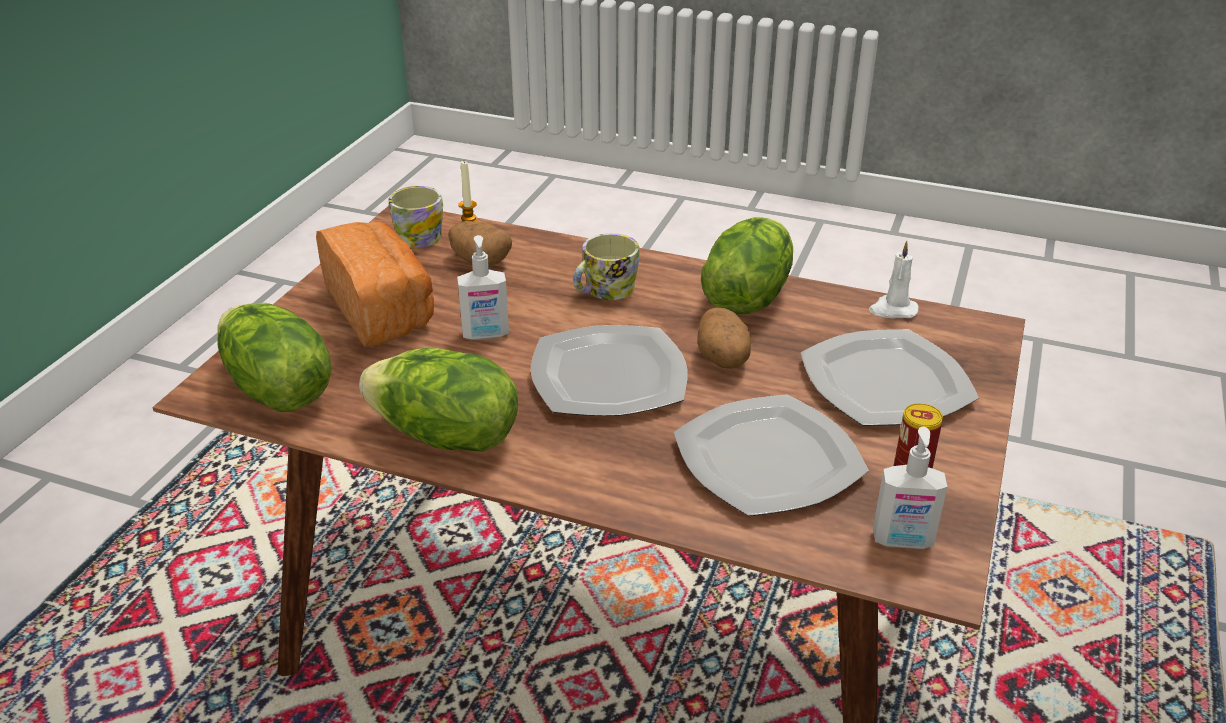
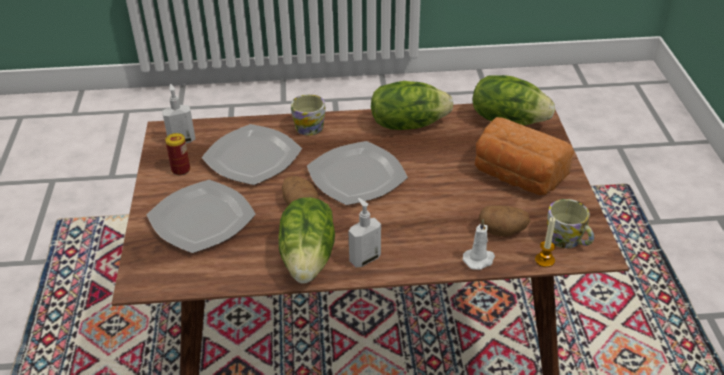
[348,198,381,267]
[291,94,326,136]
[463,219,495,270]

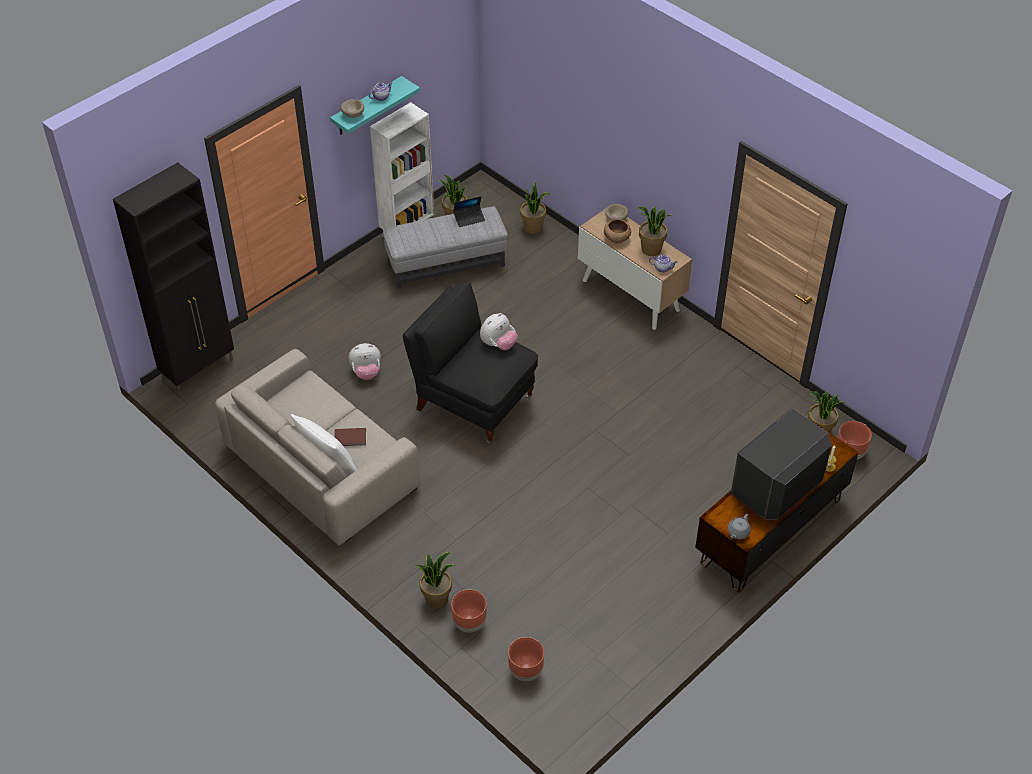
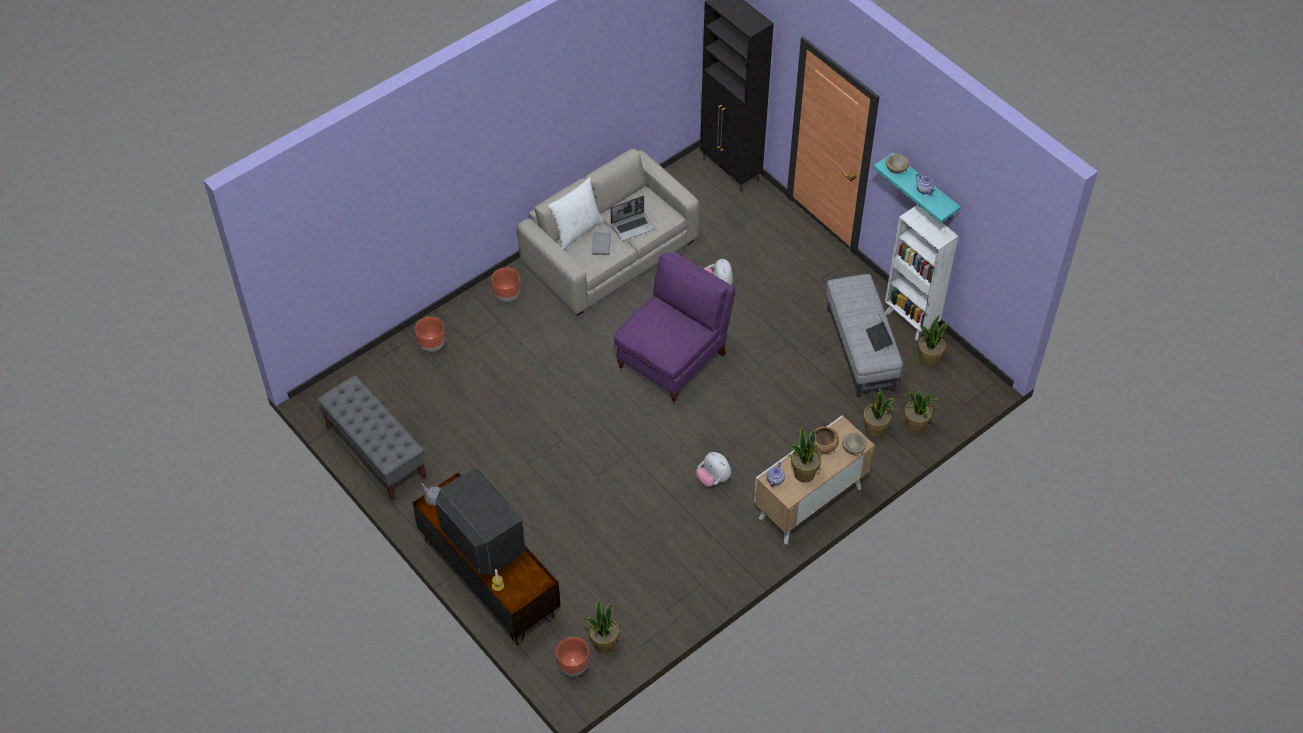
[317,375,427,501]
[611,196,655,241]
[863,386,897,438]
[696,452,731,487]
[491,267,520,302]
[592,232,611,255]
[614,252,735,404]

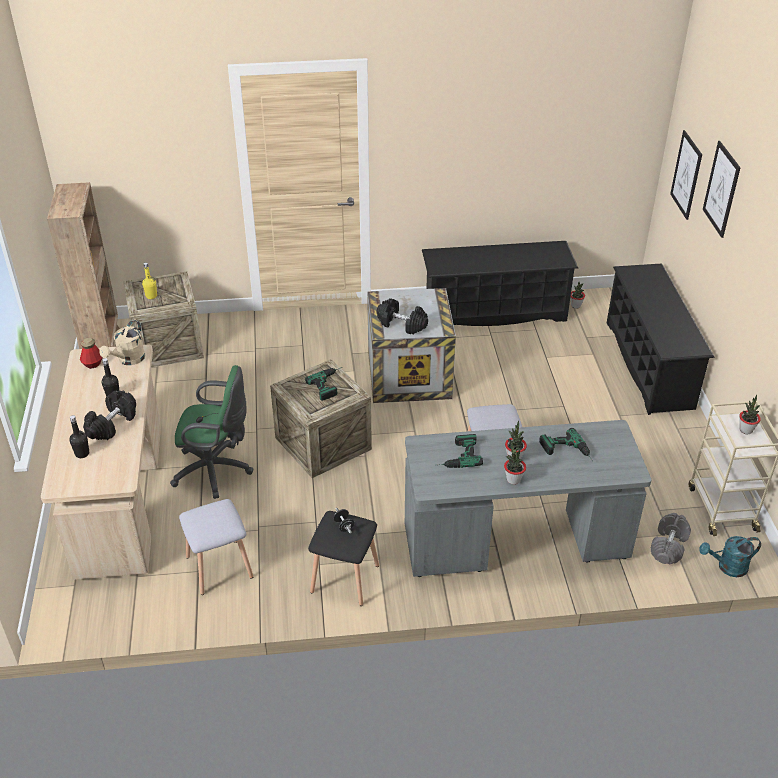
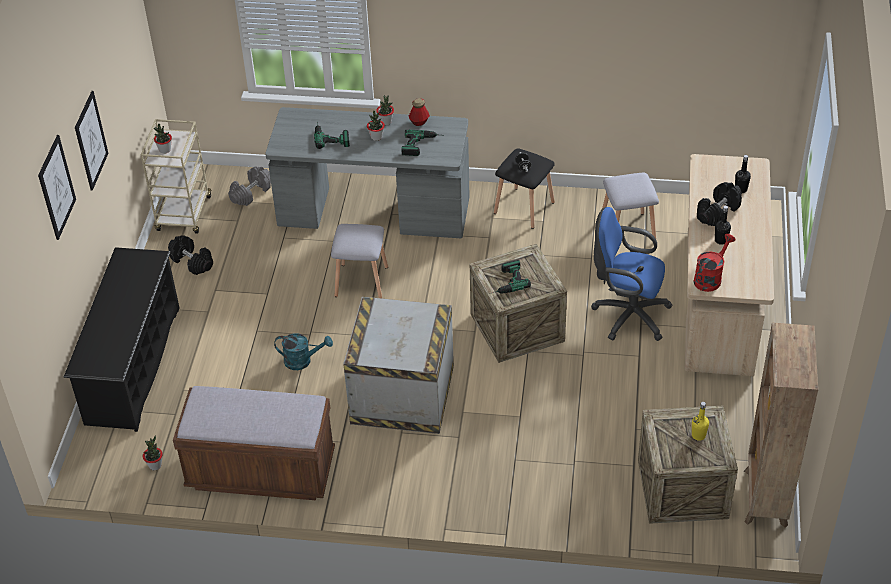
[409,98,430,126]
[168,235,213,275]
[75,91,108,191]
[274,333,333,370]
[173,386,335,500]
[693,234,735,292]
[591,207,672,341]

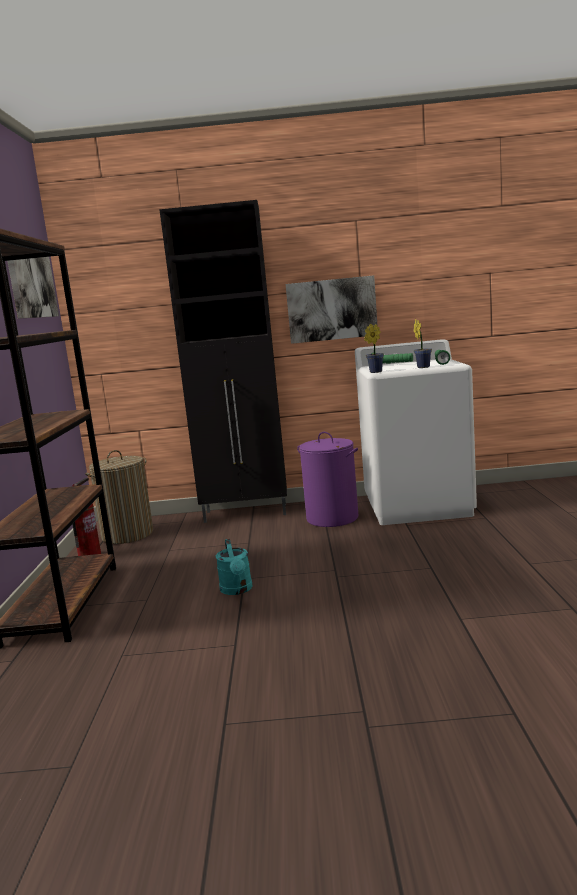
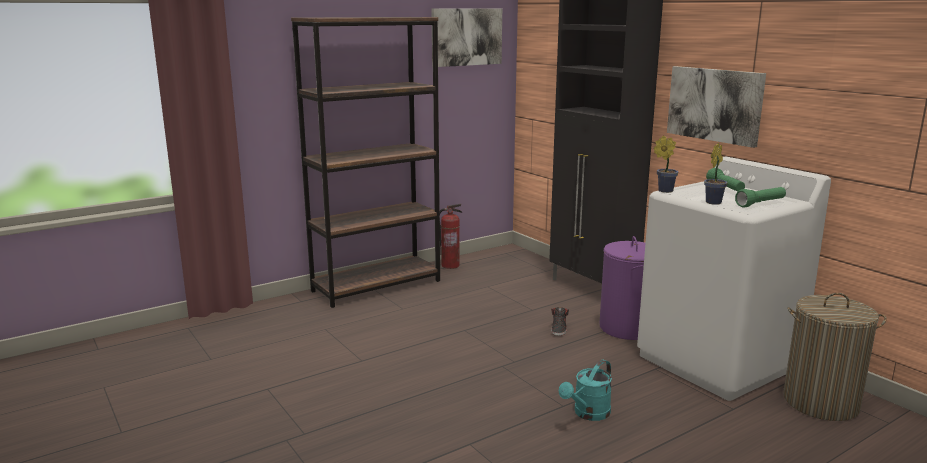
[551,307,569,336]
[783,293,886,421]
[559,360,612,421]

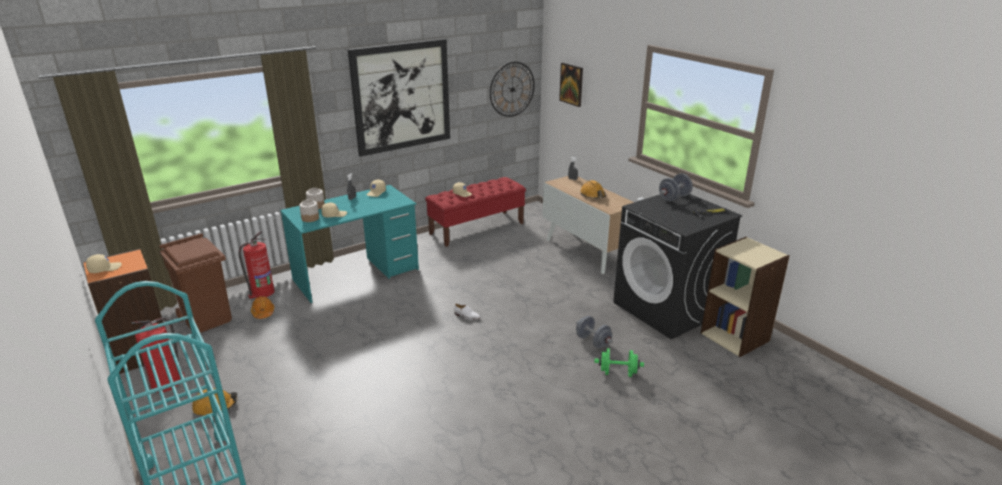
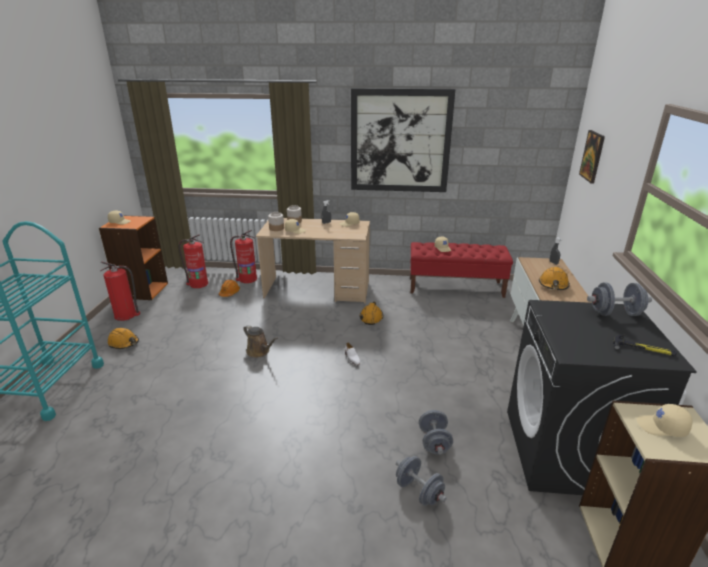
[490,62,535,117] (first image)
[243,325,278,358]
[359,302,383,325]
[636,404,692,437]
[179,234,208,288]
[256,218,370,303]
[396,456,447,506]

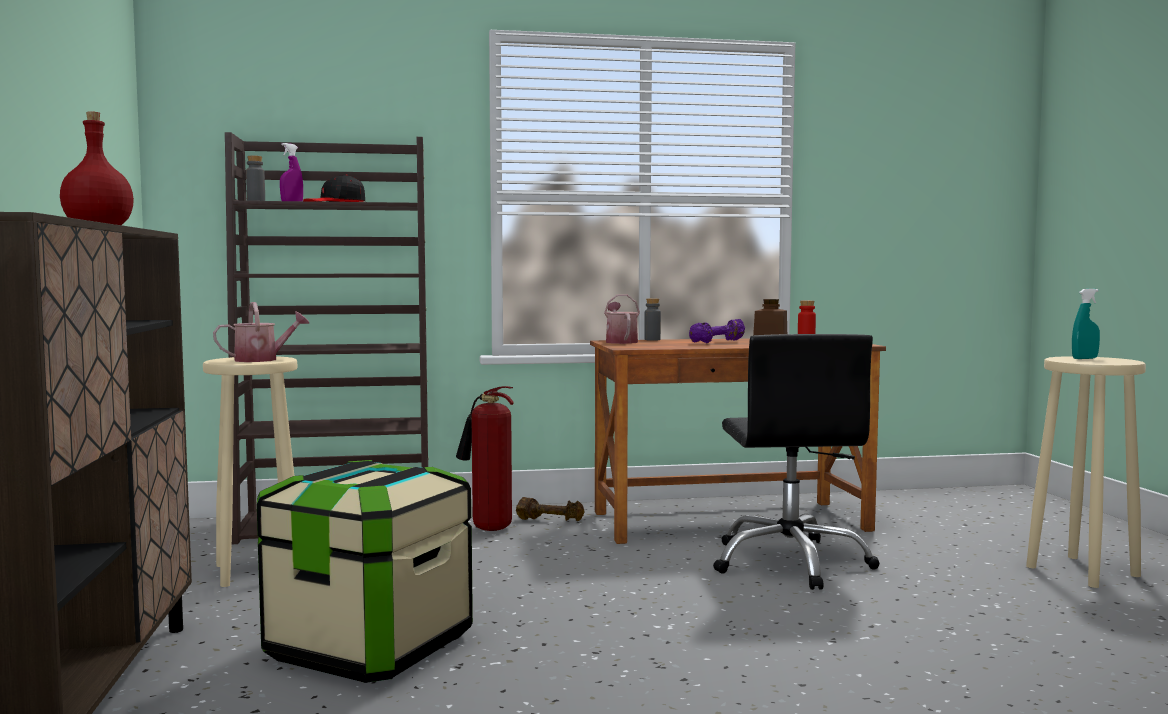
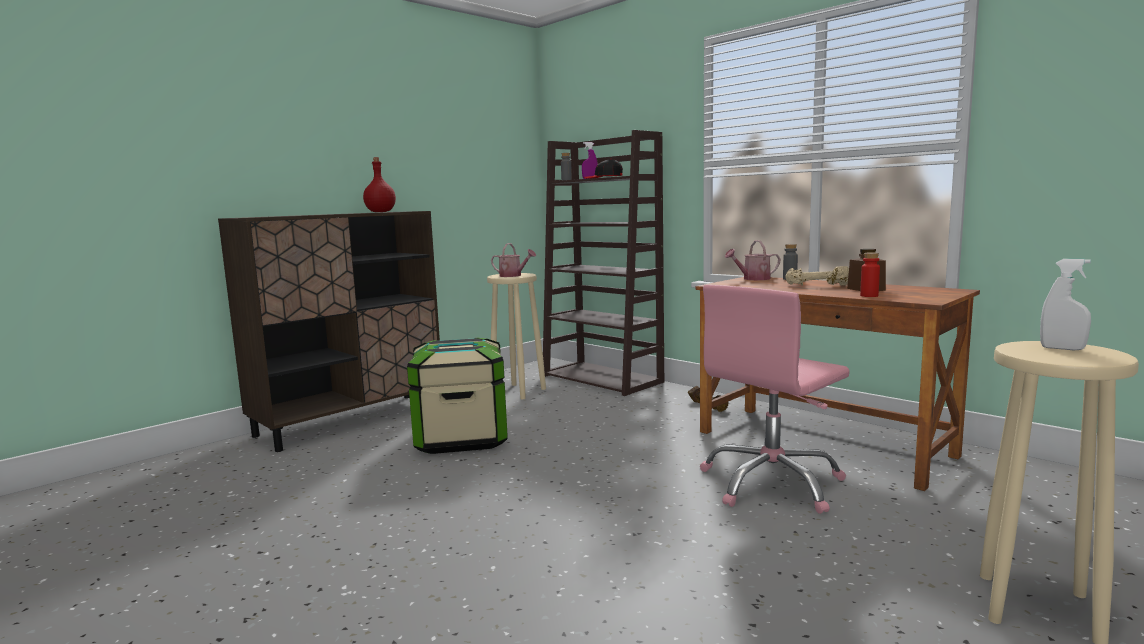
[456,386,514,531] (first image)
[785,266,849,286]
[700,285,850,514]
[1040,259,1091,350]
[725,240,781,280]

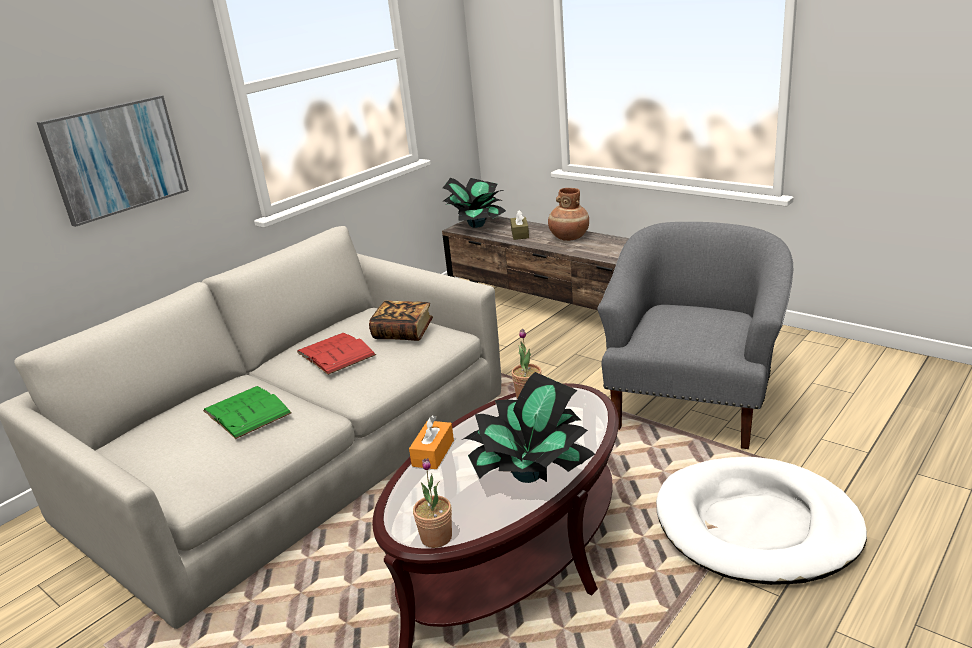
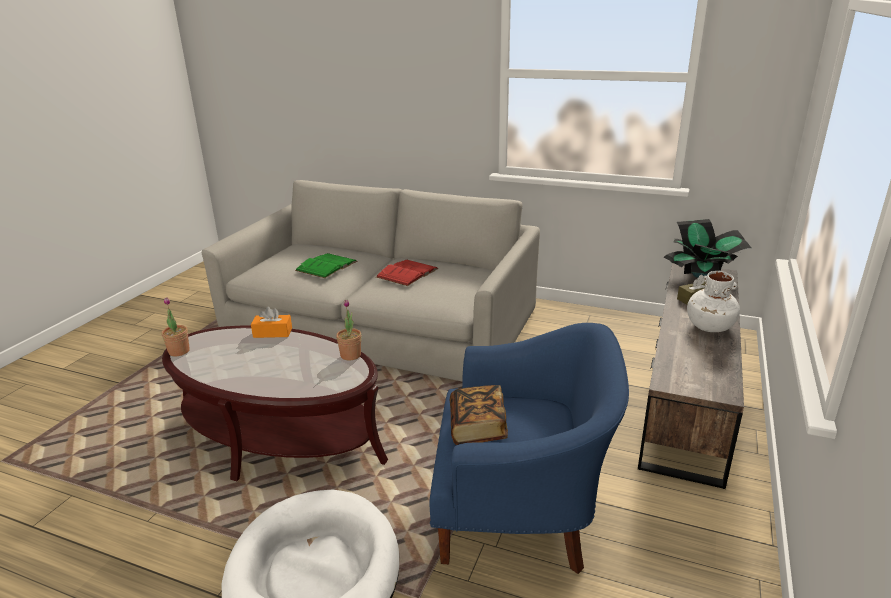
[37,95,189,227] (first image)
[462,372,595,483] (first image)
[450,385,508,445]
[687,271,740,332]
[429,323,629,574]

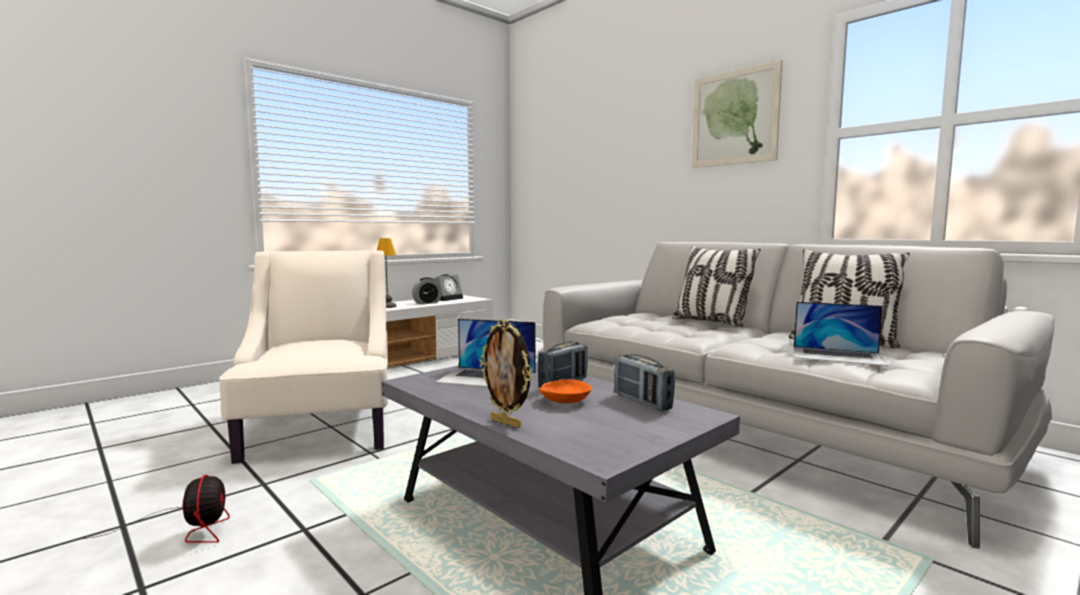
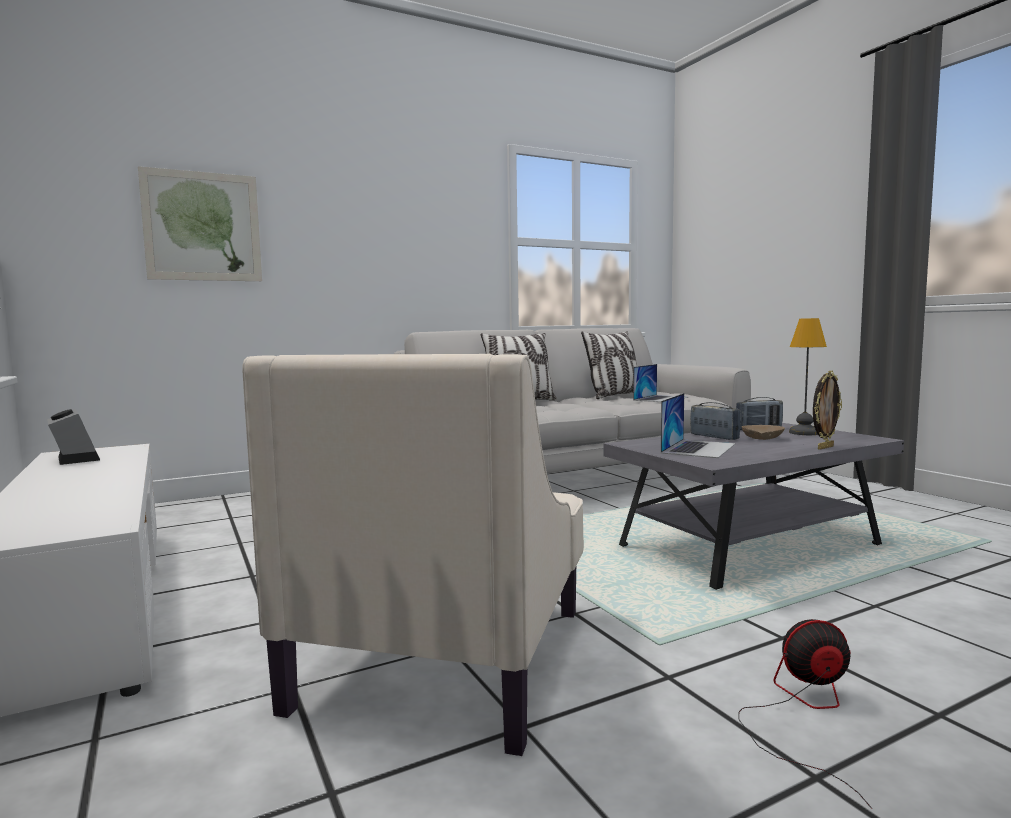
[412,277,442,304] (first image)
[789,318,827,435]
[138,166,262,281]
[742,425,785,440]
[242,354,584,756]

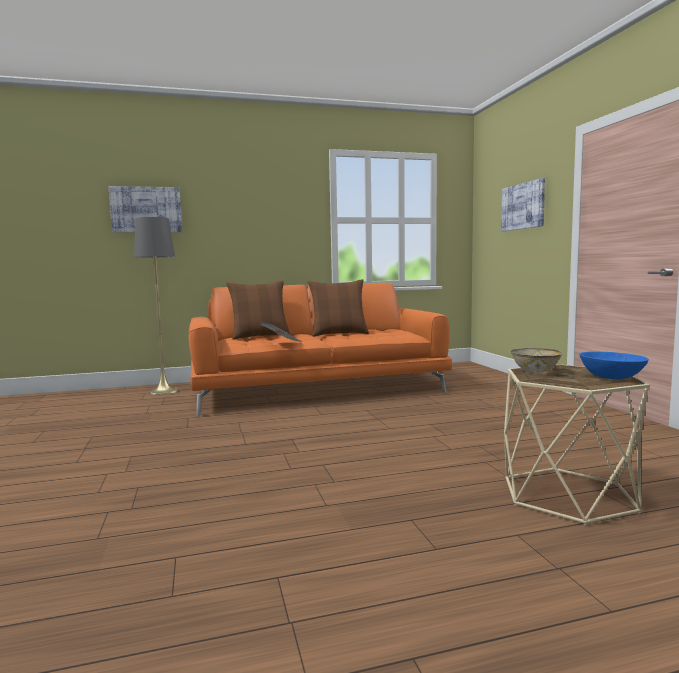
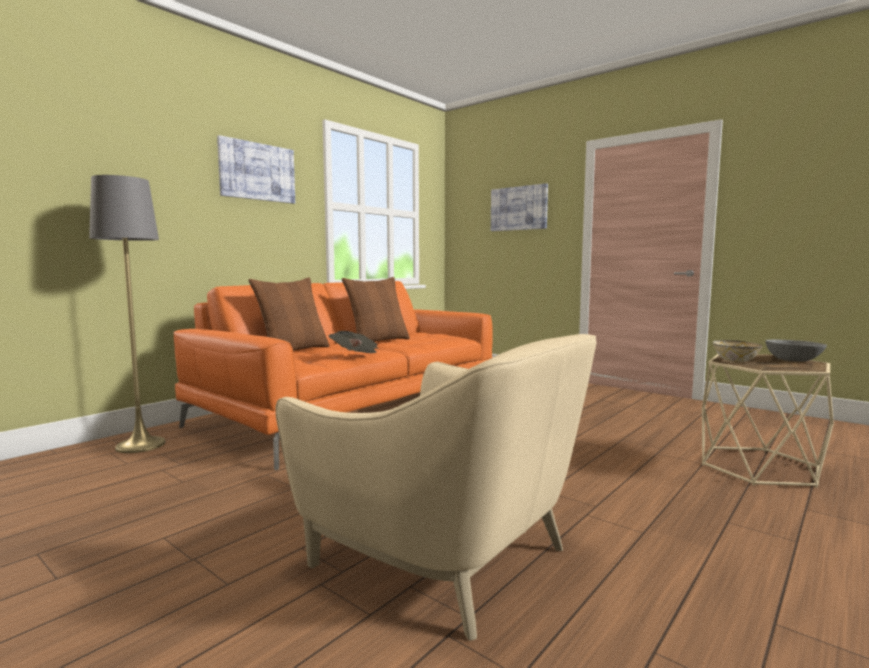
[275,334,596,641]
[217,135,295,204]
[765,339,827,362]

